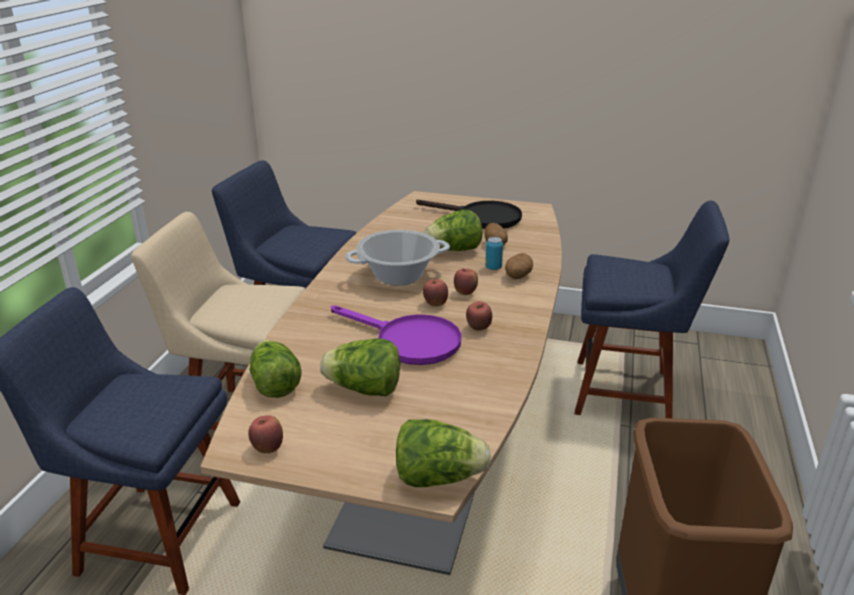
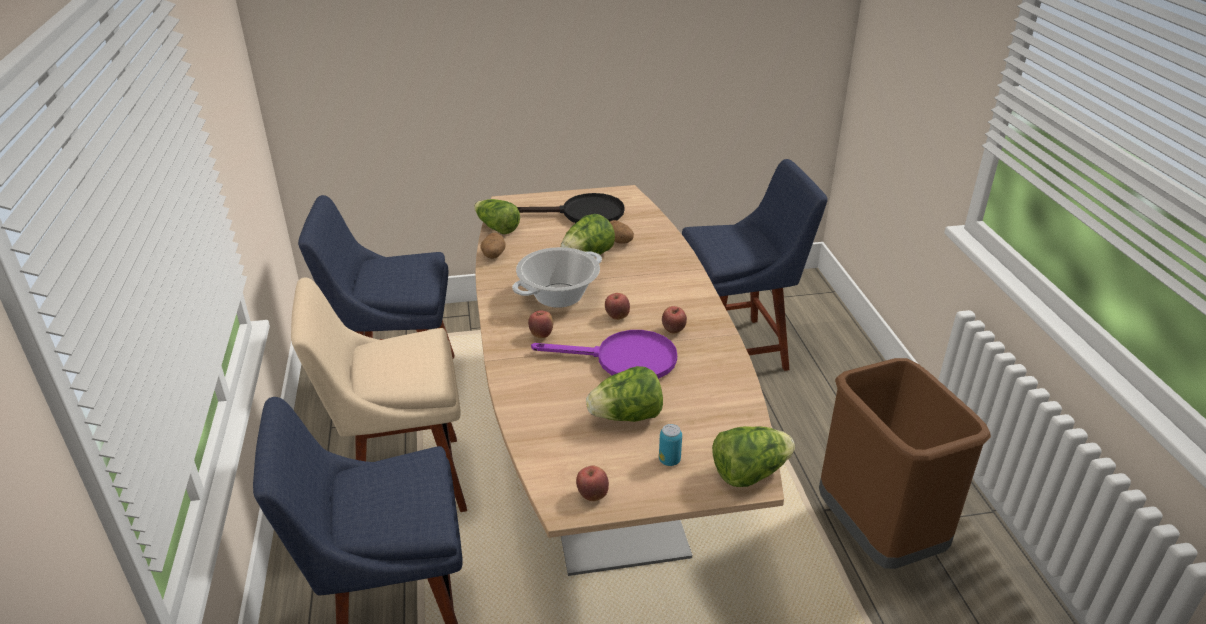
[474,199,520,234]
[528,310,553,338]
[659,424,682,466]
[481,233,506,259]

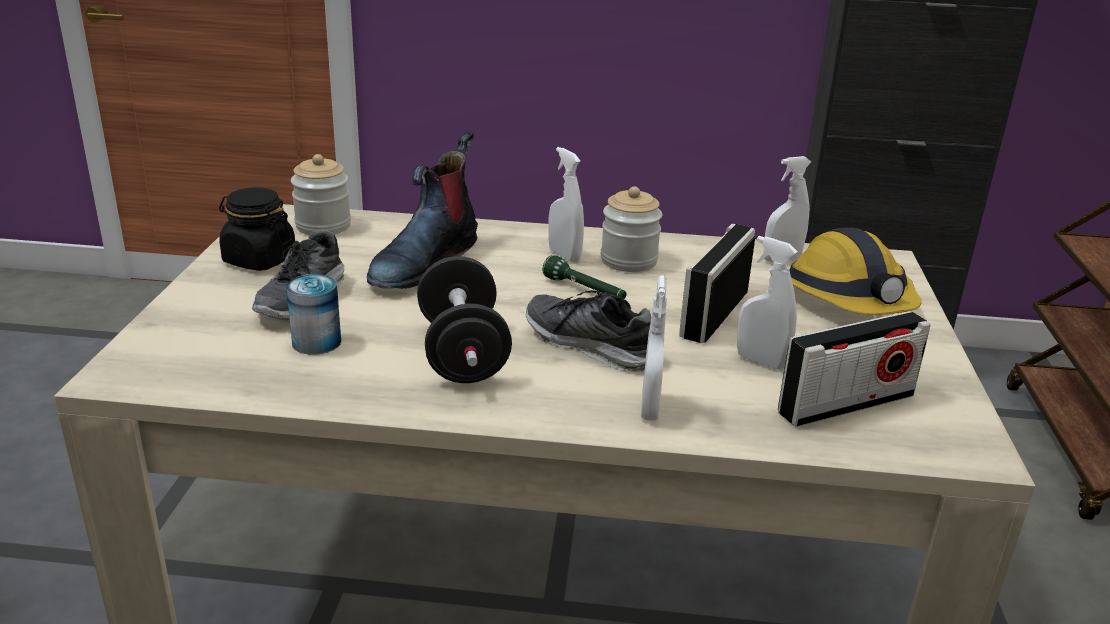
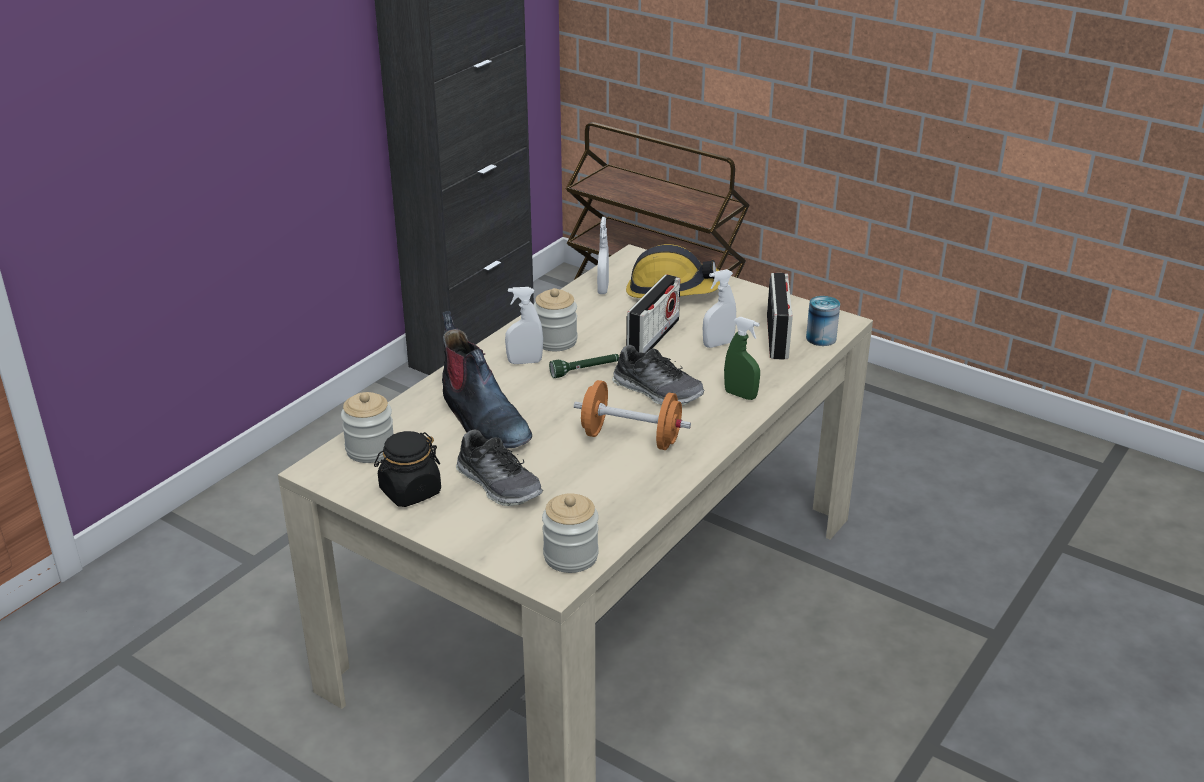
[542,493,599,573]
[806,296,840,346]
[574,380,691,450]
[724,317,760,400]
[612,345,705,406]
[626,274,681,353]

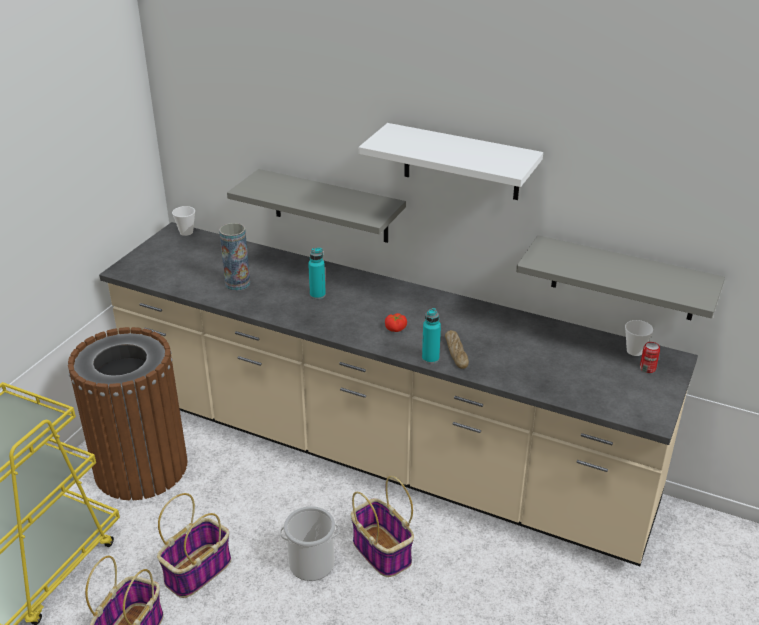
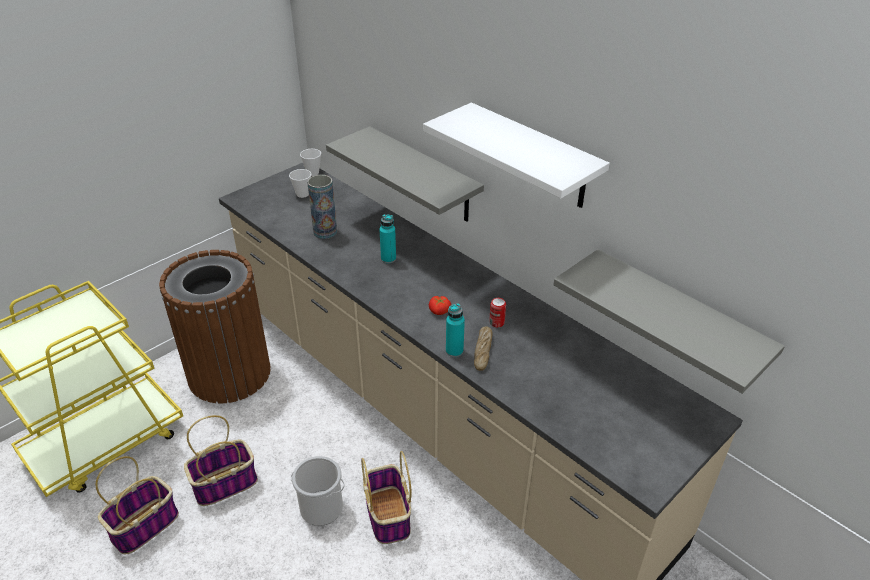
[289,169,311,198]
[489,298,506,327]

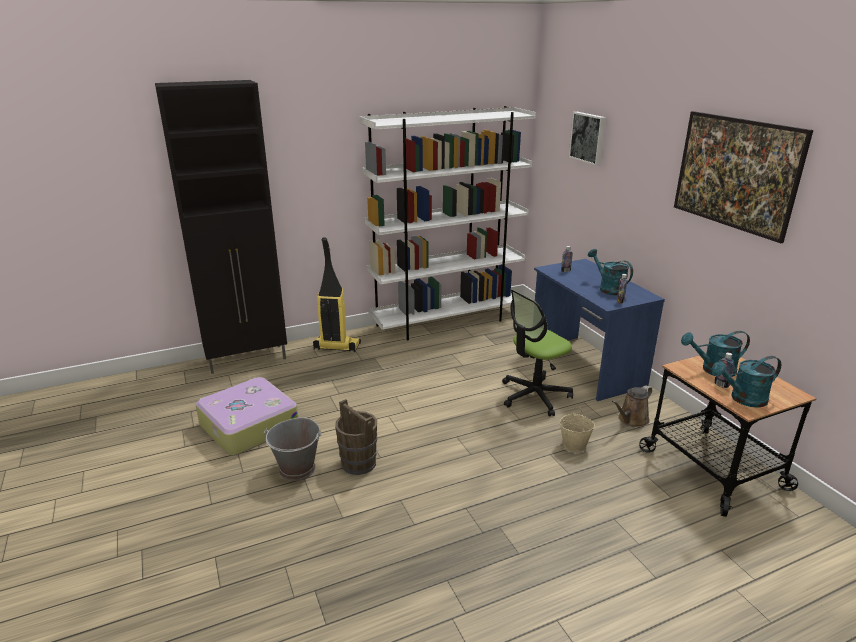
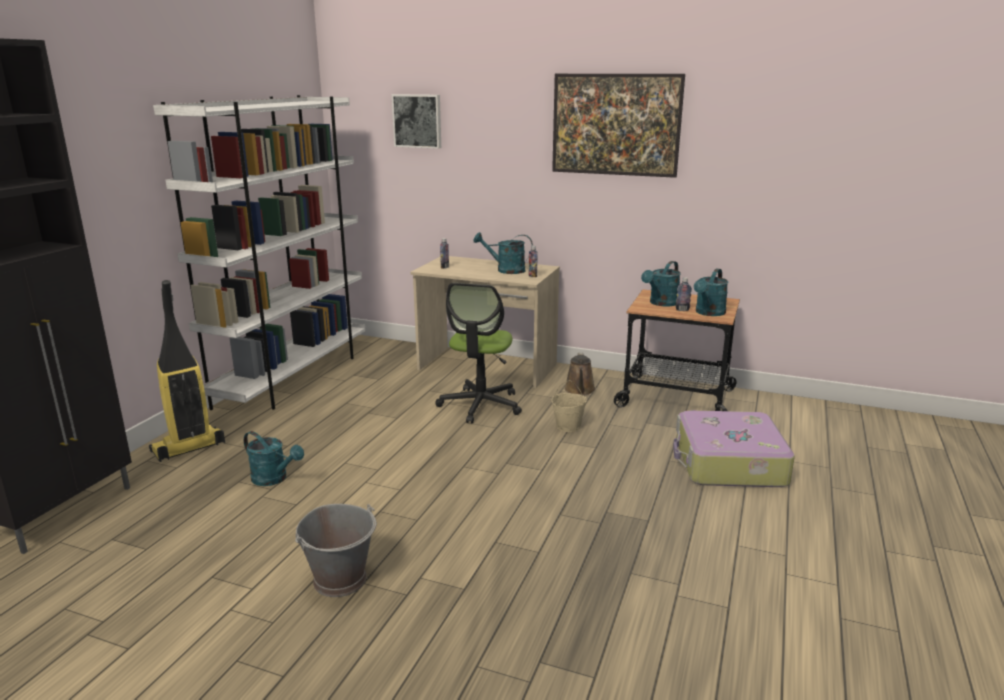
[335,399,377,475] (first image)
[244,431,304,486]
[673,410,795,487]
[411,256,560,388]

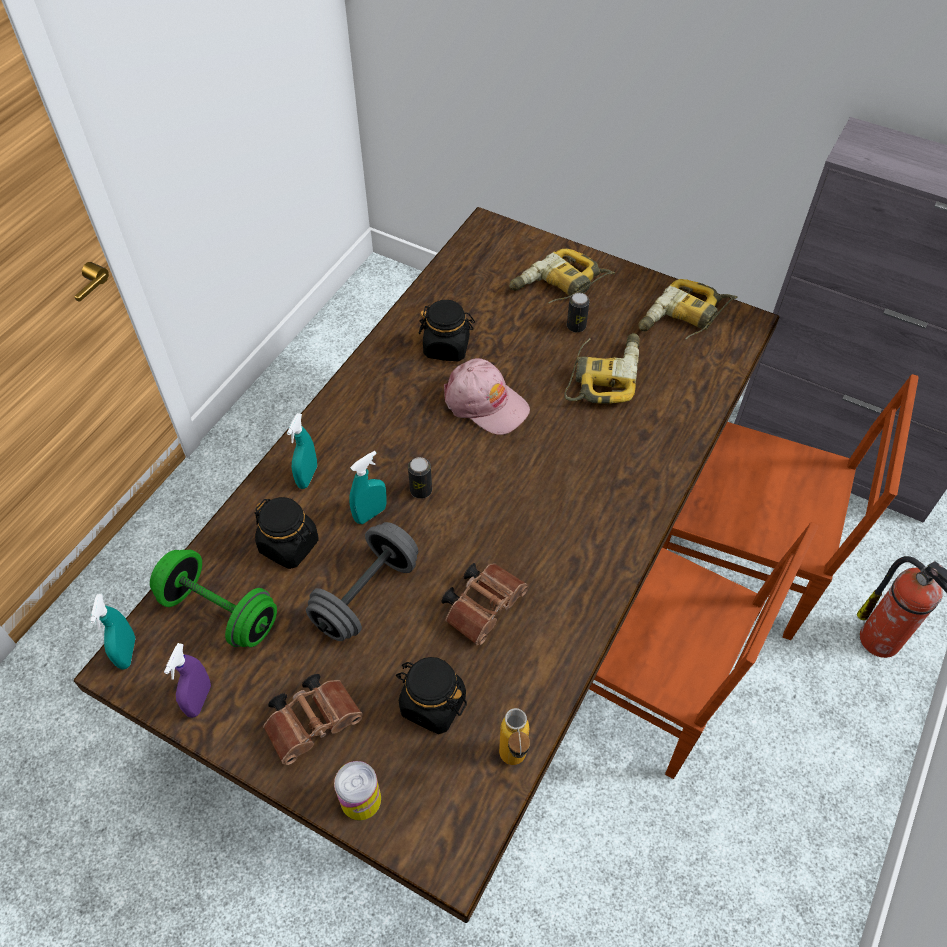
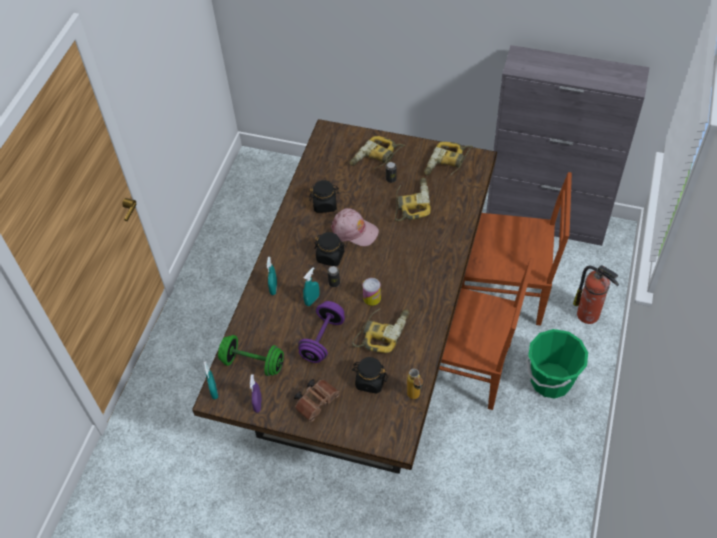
[526,329,588,399]
[314,232,345,266]
[363,278,381,306]
[352,309,409,353]
[298,301,345,363]

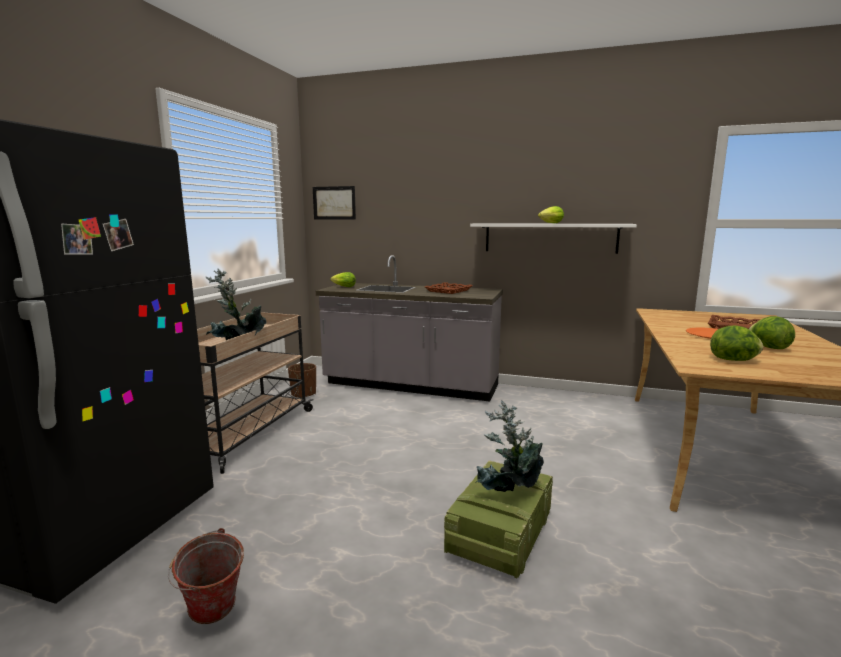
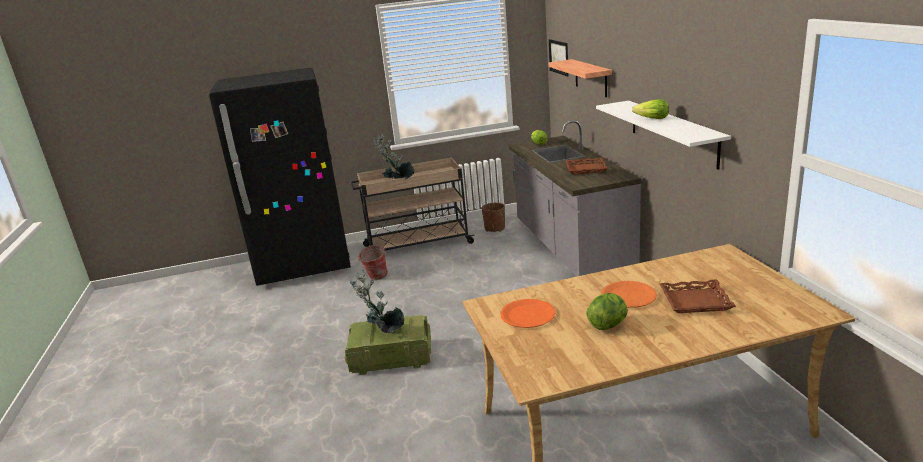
[549,59,612,97]
[357,245,388,280]
[500,299,555,328]

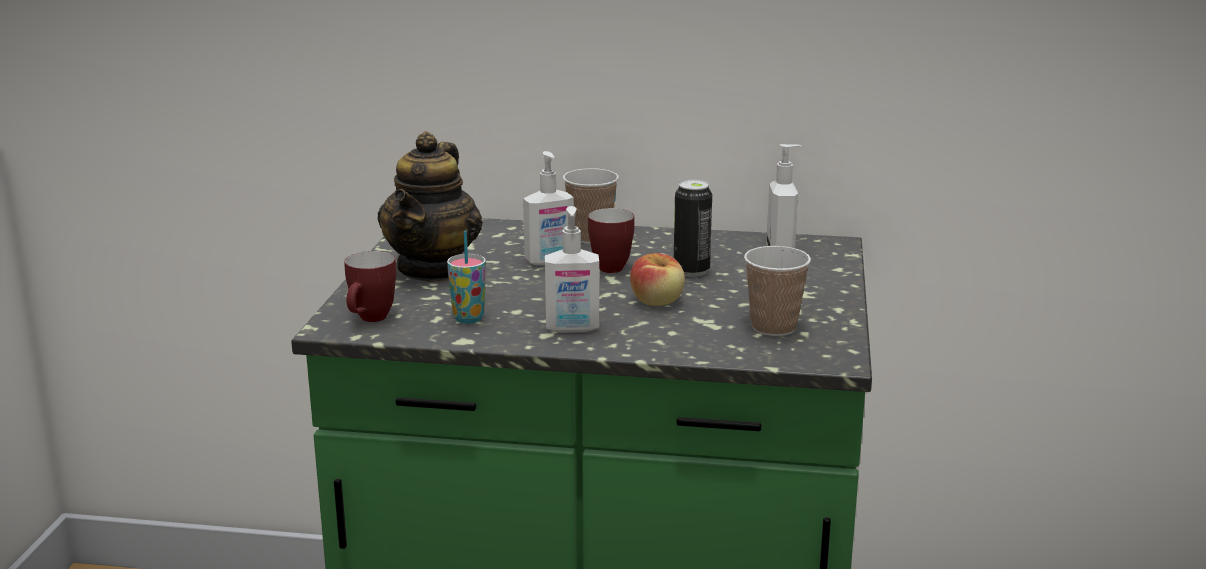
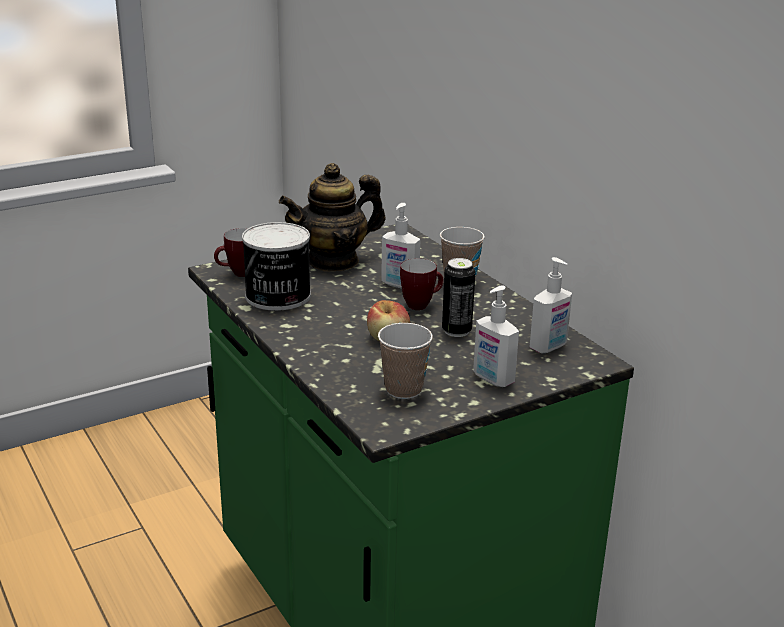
[473,285,519,387]
[242,222,311,311]

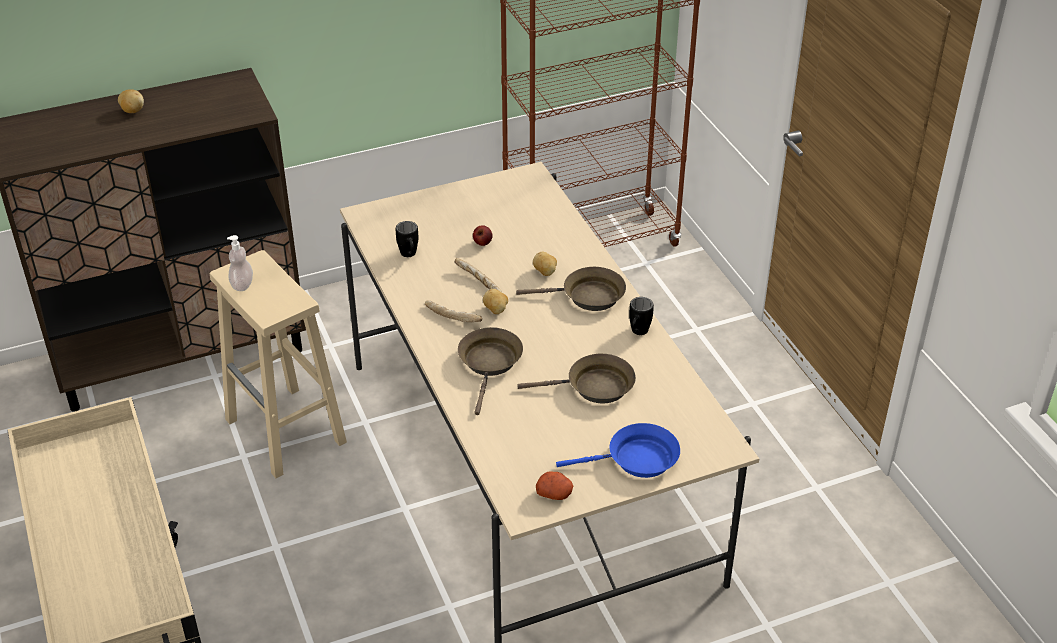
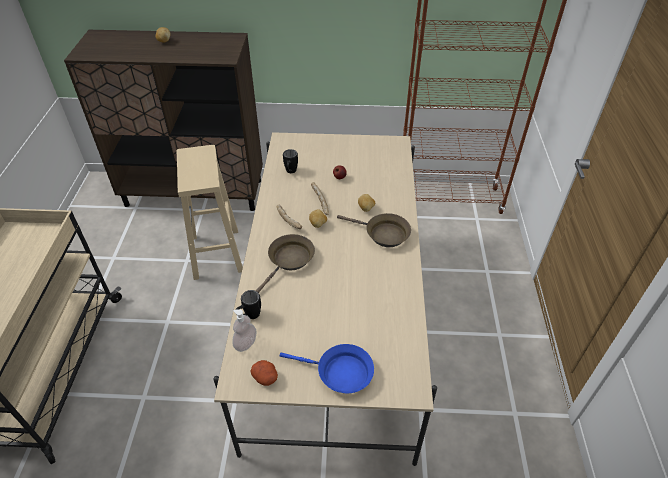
[518,354,636,403] (first image)
[232,310,256,352]
[235,290,261,319]

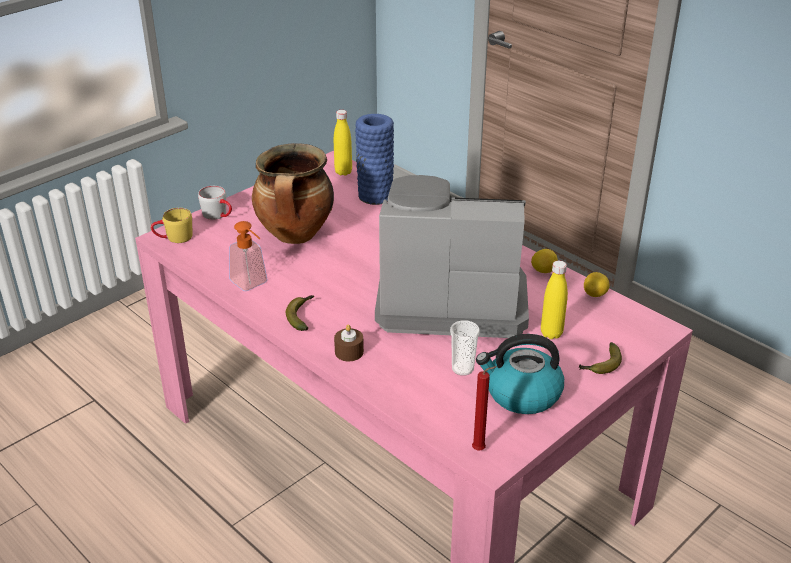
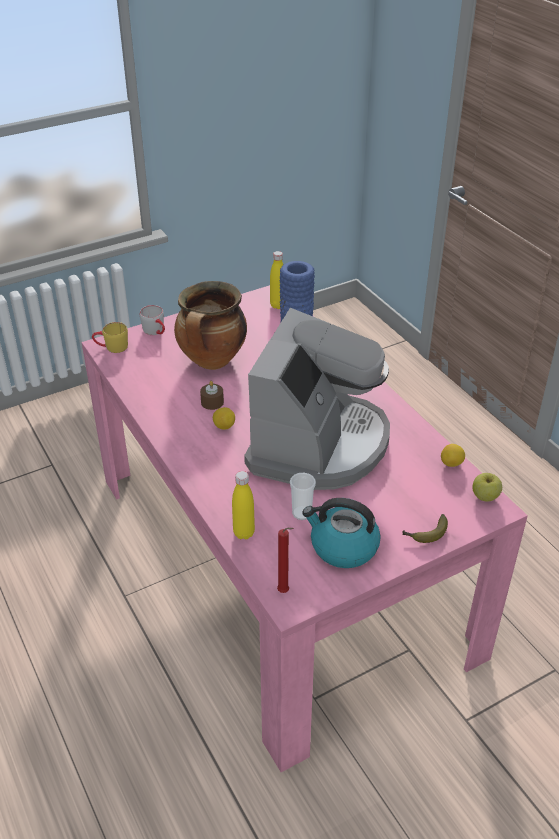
[229,221,268,291] (first image)
[286,295,314,331] (first image)
[472,473,502,502]
[200,381,224,410]
[213,407,235,430]
[232,471,255,540]
[244,308,390,490]

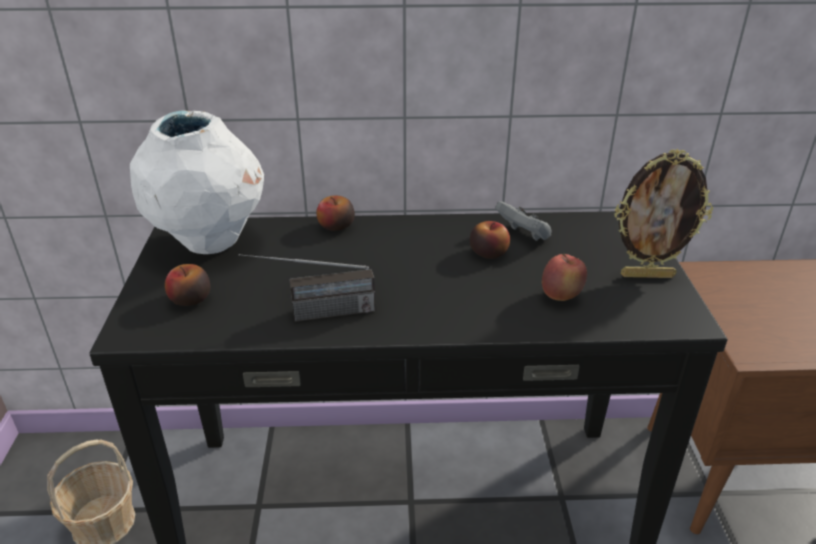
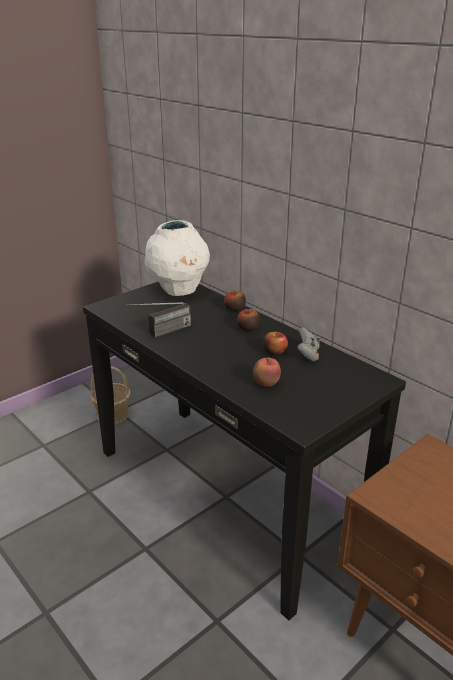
[614,149,713,278] (first image)
[237,309,260,331]
[126,302,191,338]

